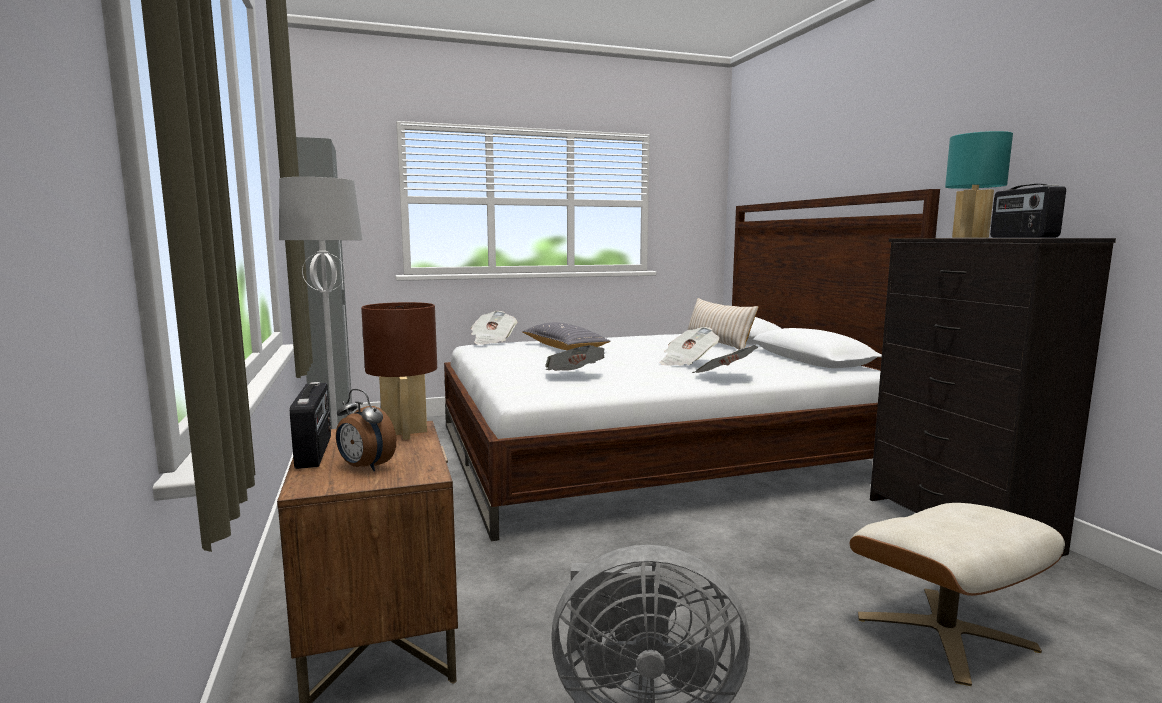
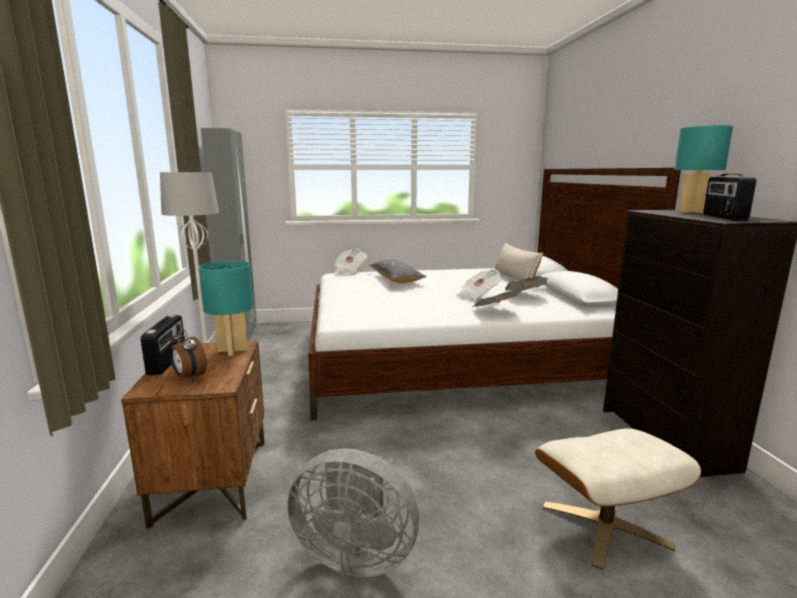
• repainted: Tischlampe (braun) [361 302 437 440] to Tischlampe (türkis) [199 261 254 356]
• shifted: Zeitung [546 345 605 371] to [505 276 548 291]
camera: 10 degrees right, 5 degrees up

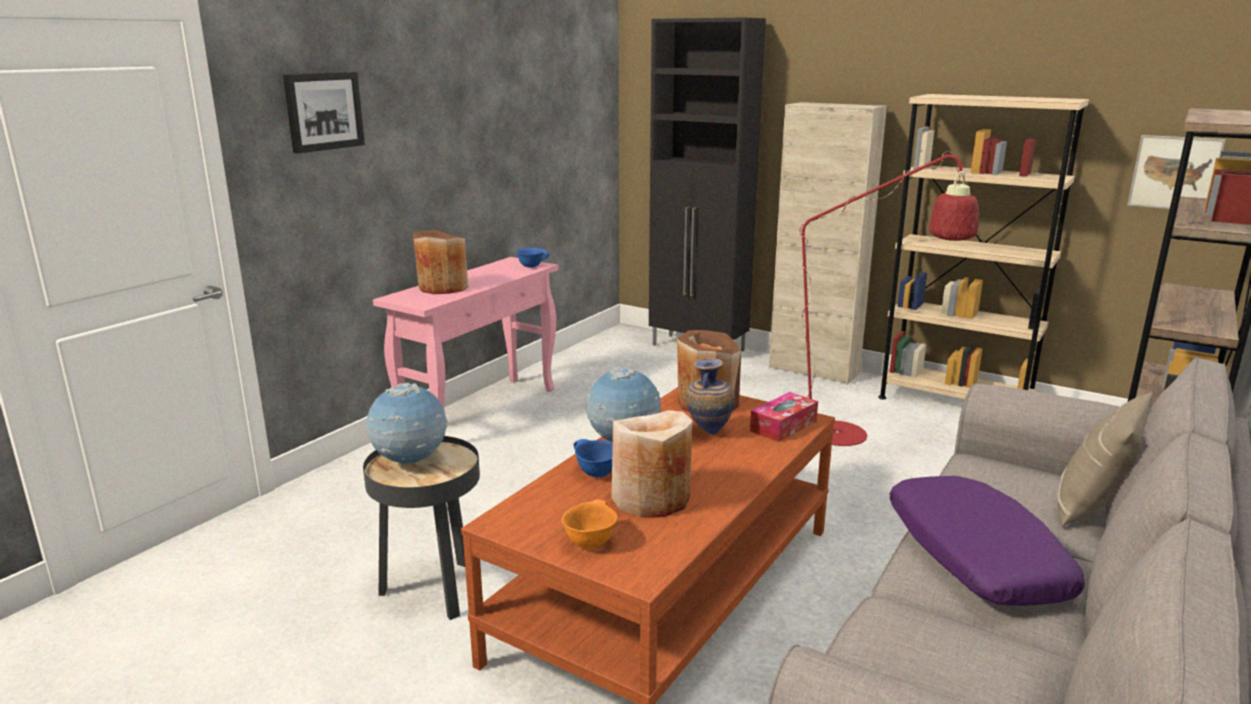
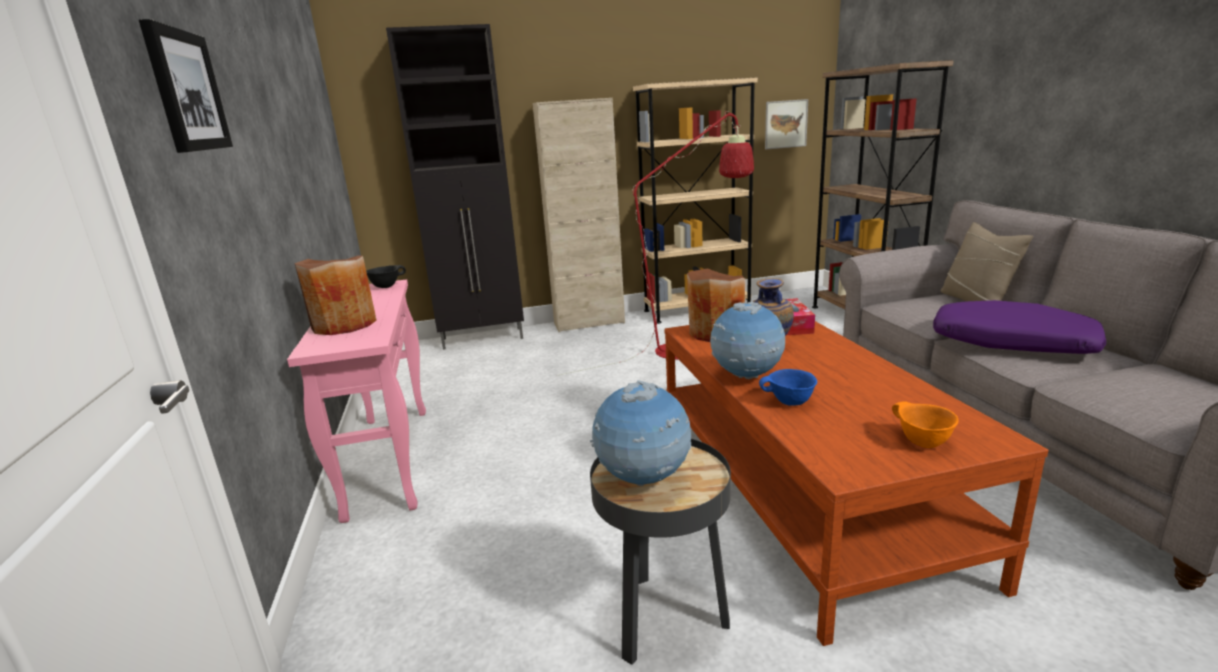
• repainted: Schüssel (blau) [516 248 550 268] to Schüssel (schwarz) [366 265 406 288]
• gone: Vase (beige) [611 410 693 517]
camera: 45 degrees left, 0 degrees up

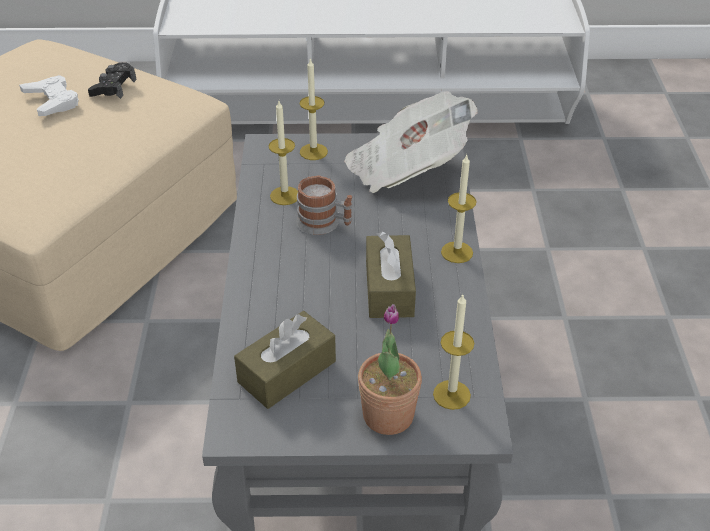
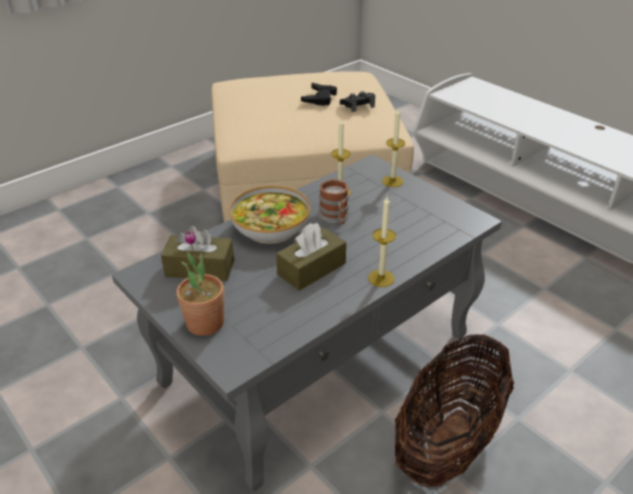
• repainted: Gamepad (weiß) [19 75 79 116] to Gamepad (schwarz) [301 83 337 106]
• gone: Zeitung [344 91 478 193]
• gone: Kerze [433 295 474 410]
• new: Schüssel [230 186 310 244]
• new: Korb [395 334 514 487]
camera: 50 degrees right, 5 degrees down

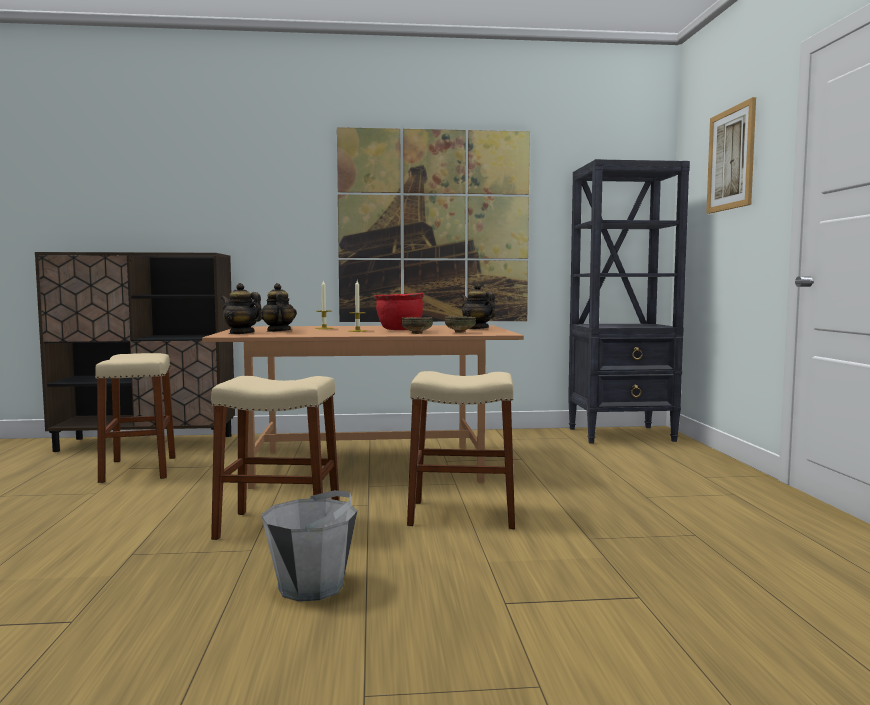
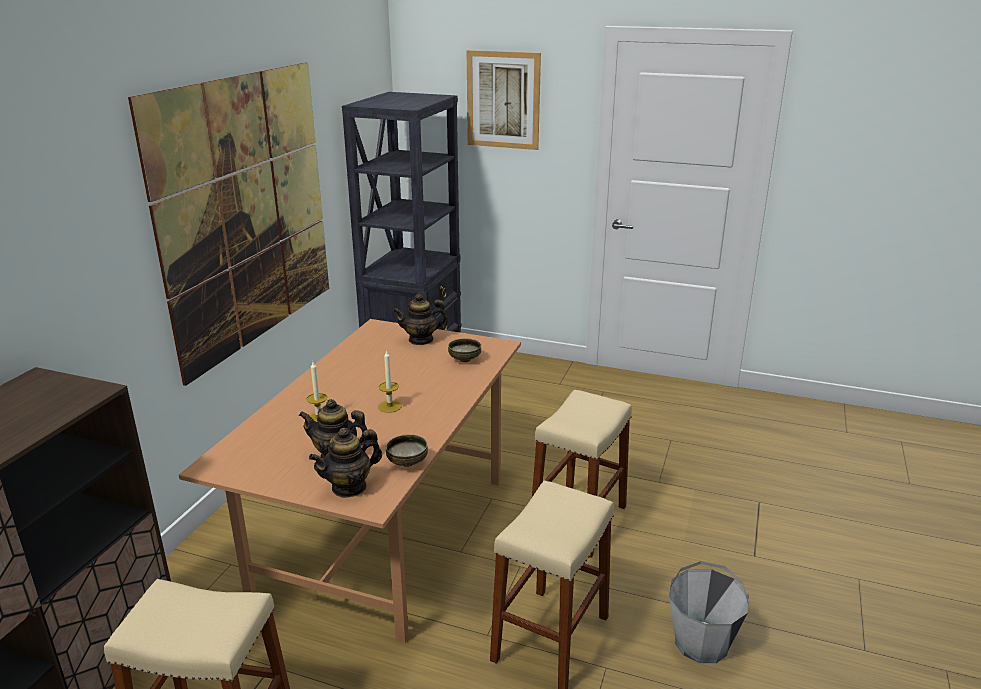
• gone: Kochtopf (rot) [374 293 424 330]
• shifted: Schüssel [401 317 433 334] to [386 434 428 467]
camera: 65 degrees left, 20 degrees up

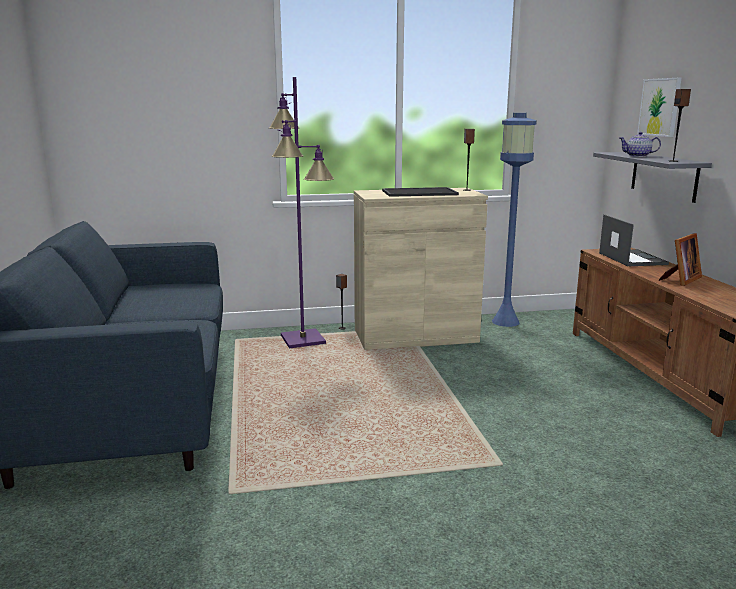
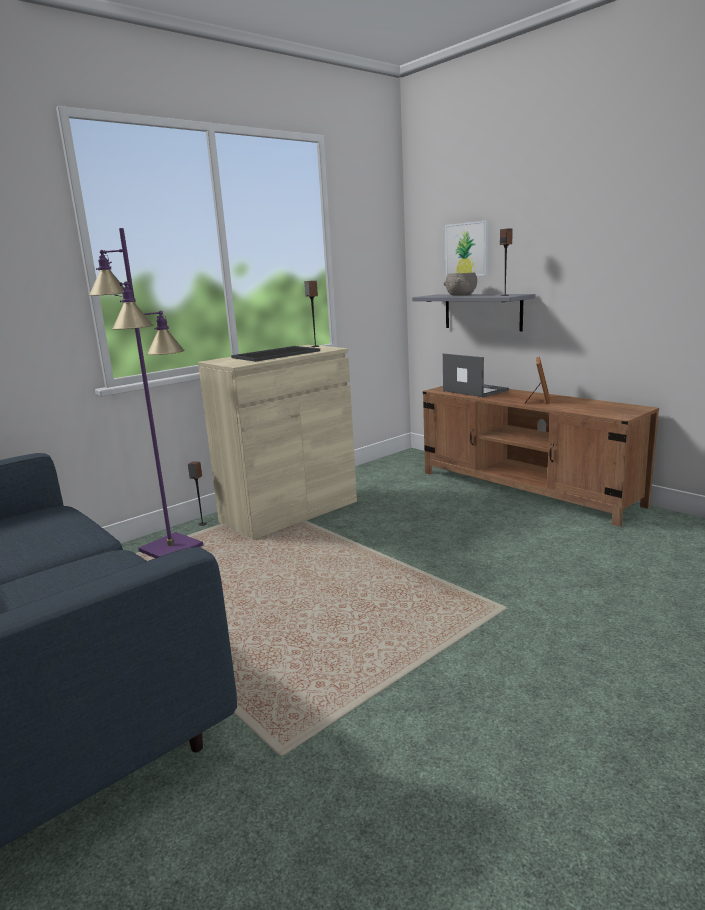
• gone: Stehlampe (blau) [492 113 537 327]
• swapped: Teekanne [620 132 661 157] to Schüssel (grau) [444 272 477 296]
camera: 30 degrees left, 0 degrees up

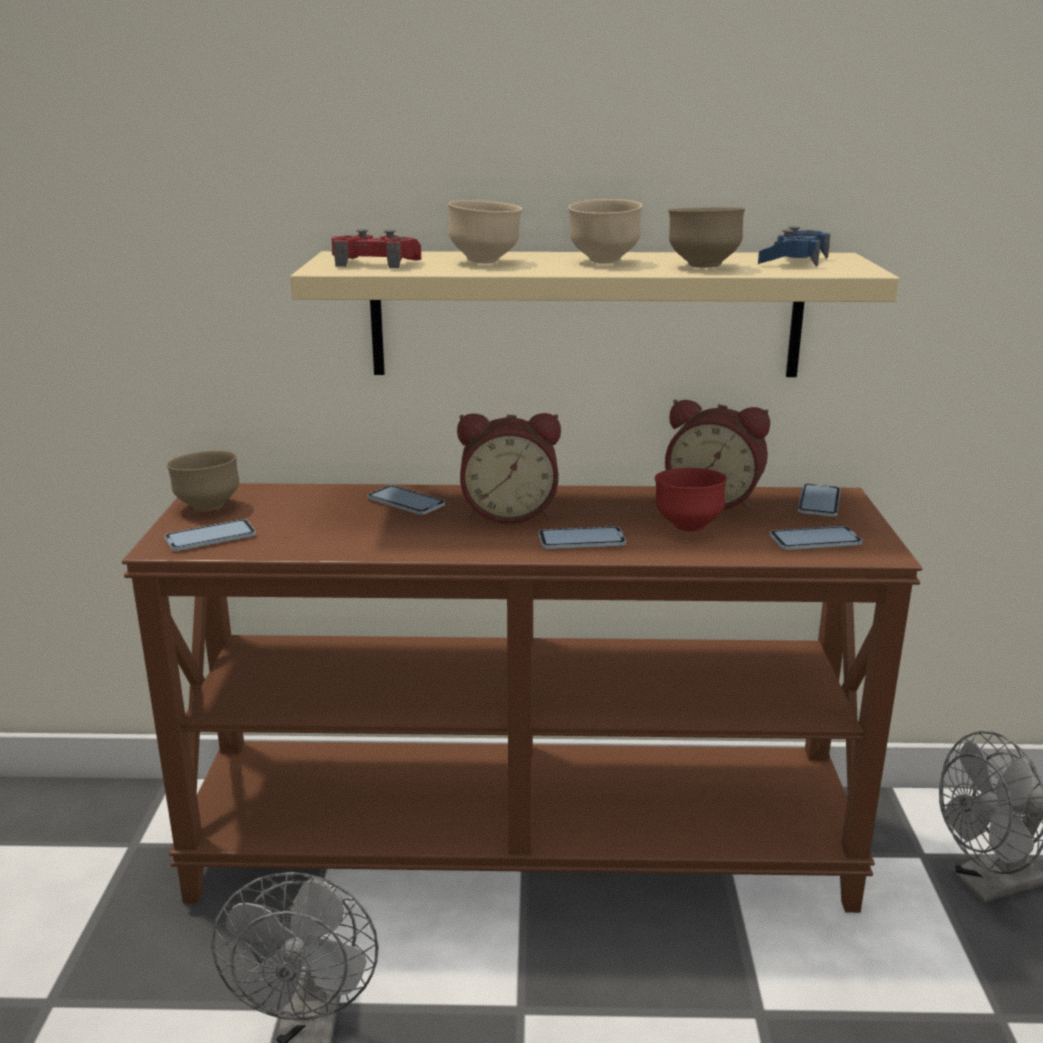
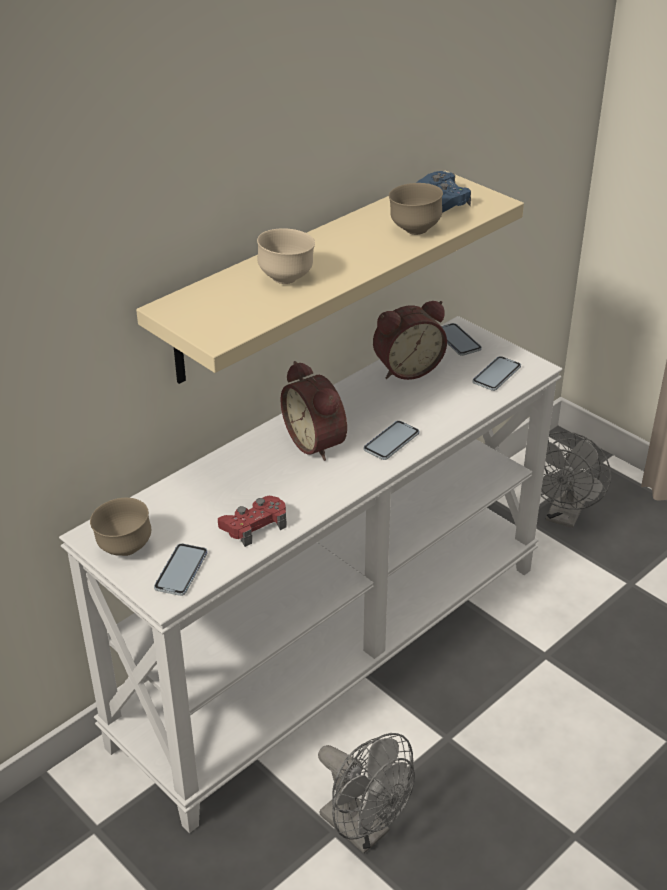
• gone: Schüssel (beige) [568 199 642 263]
• shifted: Gamepad (rot) [331 229 421 268] to [218 496 287 547]
• rotated: Wecker [457 413 561 524] = [281 361 347 461] 105 degrees clockwise
• gone: Schüssel (rot) [655 468 727 531]
• repainted: Konsolentisch (braun) [122 483 922 913] to Konsolentisch (weiß) [59 316 563 833]
• gone: Handy [367 485 445 515]
camera: 45 degrees left, 15 degrees up

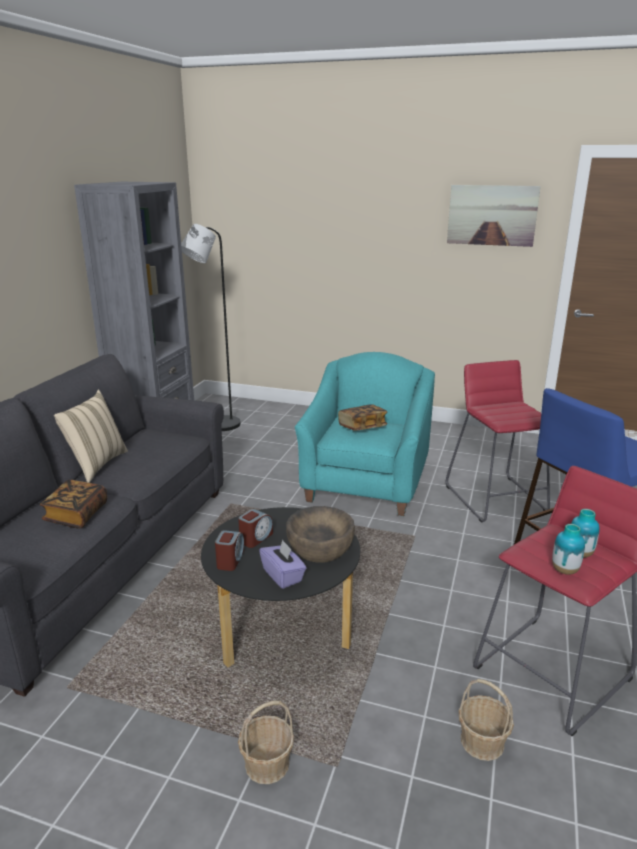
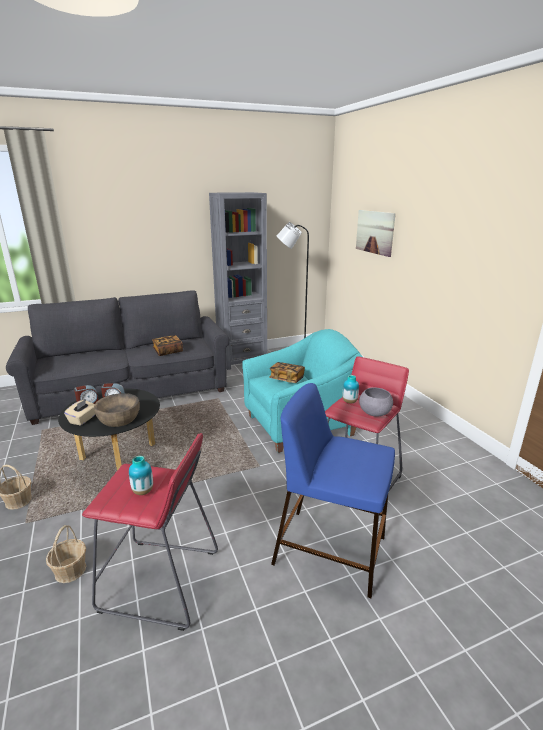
• shifted: Bild [447 185 541 247] to [356 210 396 257]
• gone: Kissen (beige) [54 389 128 483]
• shifted: Buch [40 480 107 528] to [152 335 183 356]
• shifted: Vase [552 524 585 575] to [343 375 359 404]
• repainted: Taschentuchbox (lila) [259 540 307 589] to Taschentuchbox (beige) [64 399 95 426]
• new: Schüssel (grau) [359 388 393 417]
camera: 50 degrees right, 0 degrees up

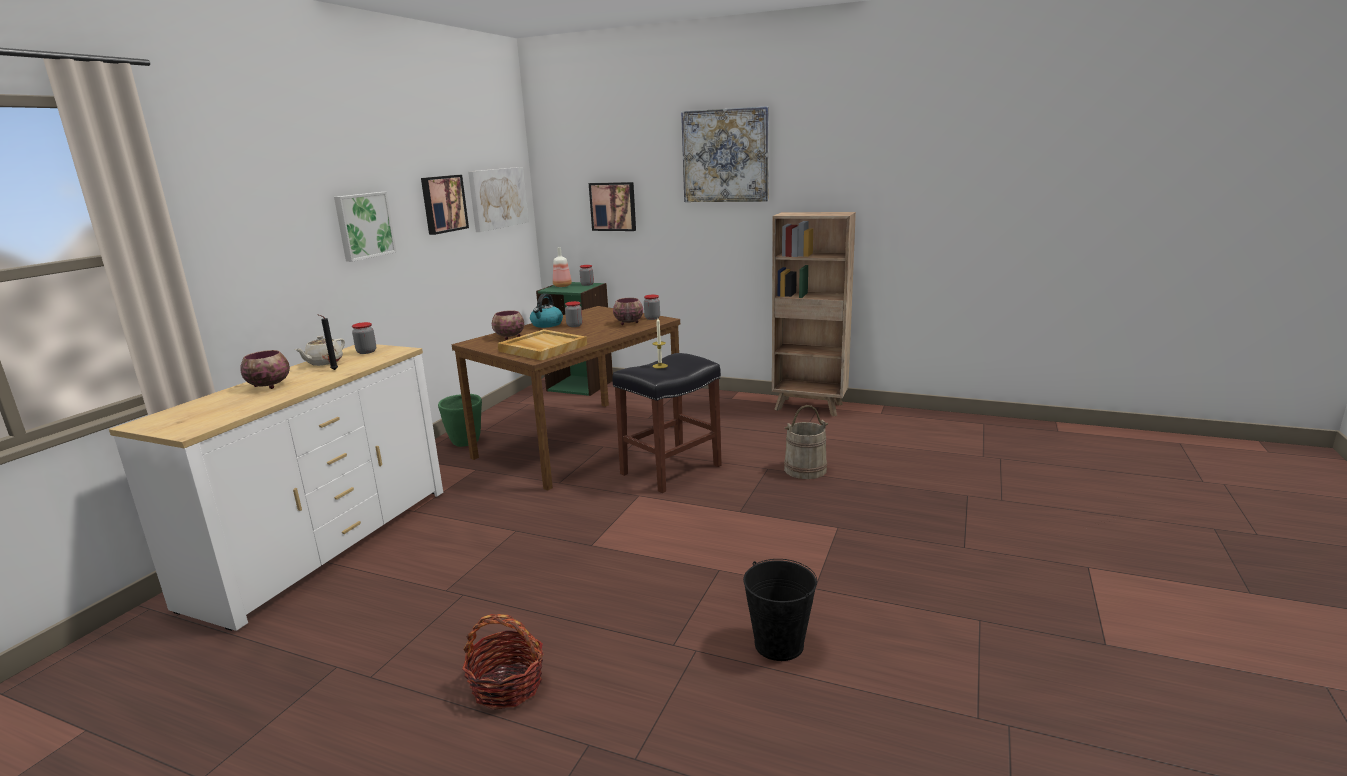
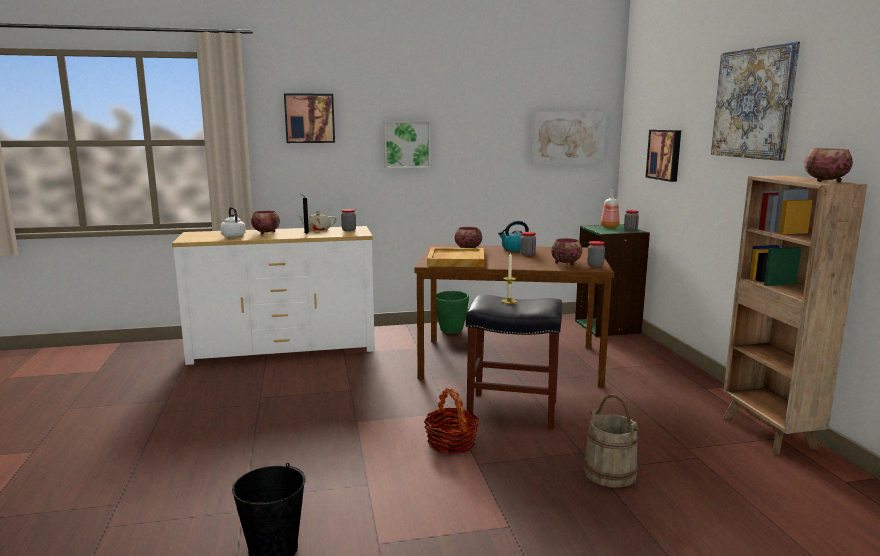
• shifted: Bild [421 175 469 235] to [284 93 335 143]
• shifted: Korb [462 614 544 710] to [424 388 479 454]
• new: Schüssel [804 148 853 182]
• new: Wasserkessel (weiß) [220 207 246 238]
camera: 55 degrees right, 5 degrees down

